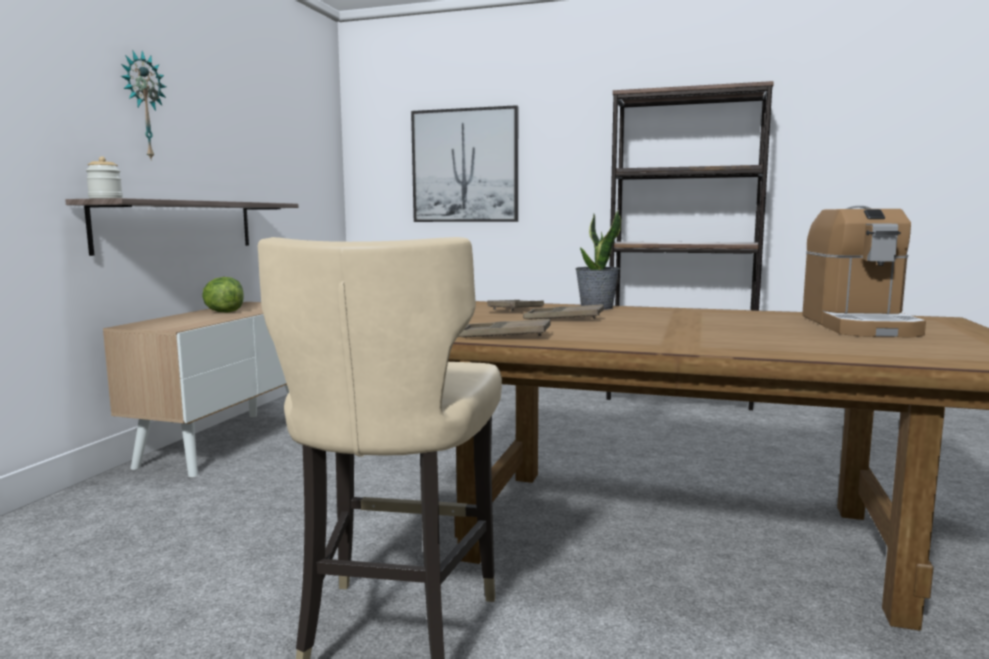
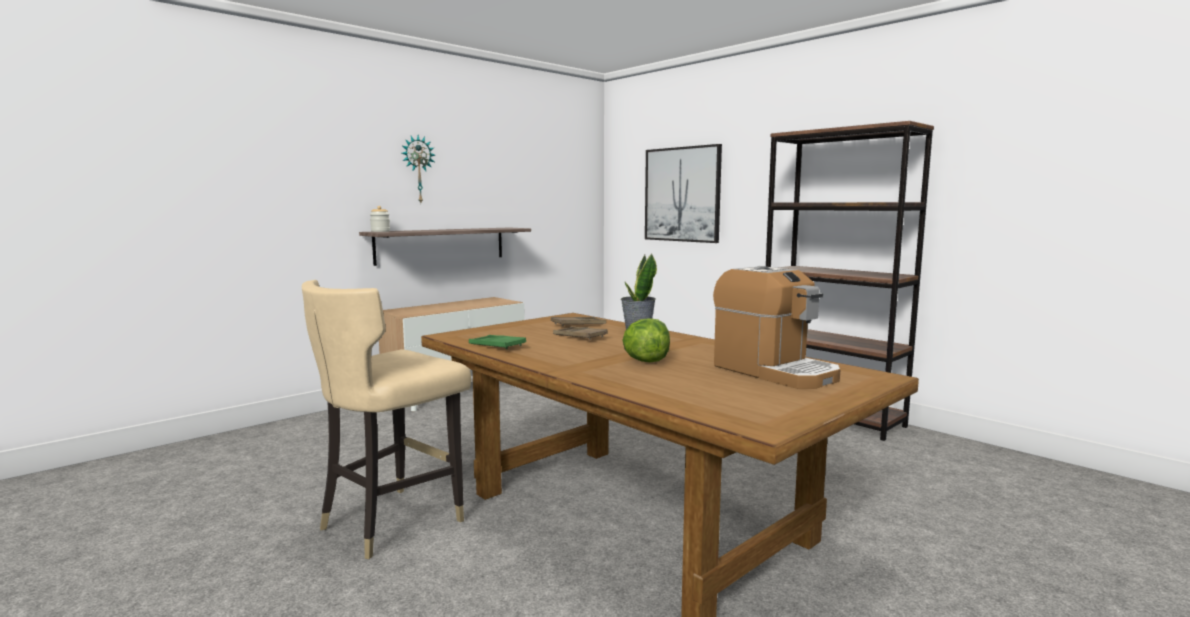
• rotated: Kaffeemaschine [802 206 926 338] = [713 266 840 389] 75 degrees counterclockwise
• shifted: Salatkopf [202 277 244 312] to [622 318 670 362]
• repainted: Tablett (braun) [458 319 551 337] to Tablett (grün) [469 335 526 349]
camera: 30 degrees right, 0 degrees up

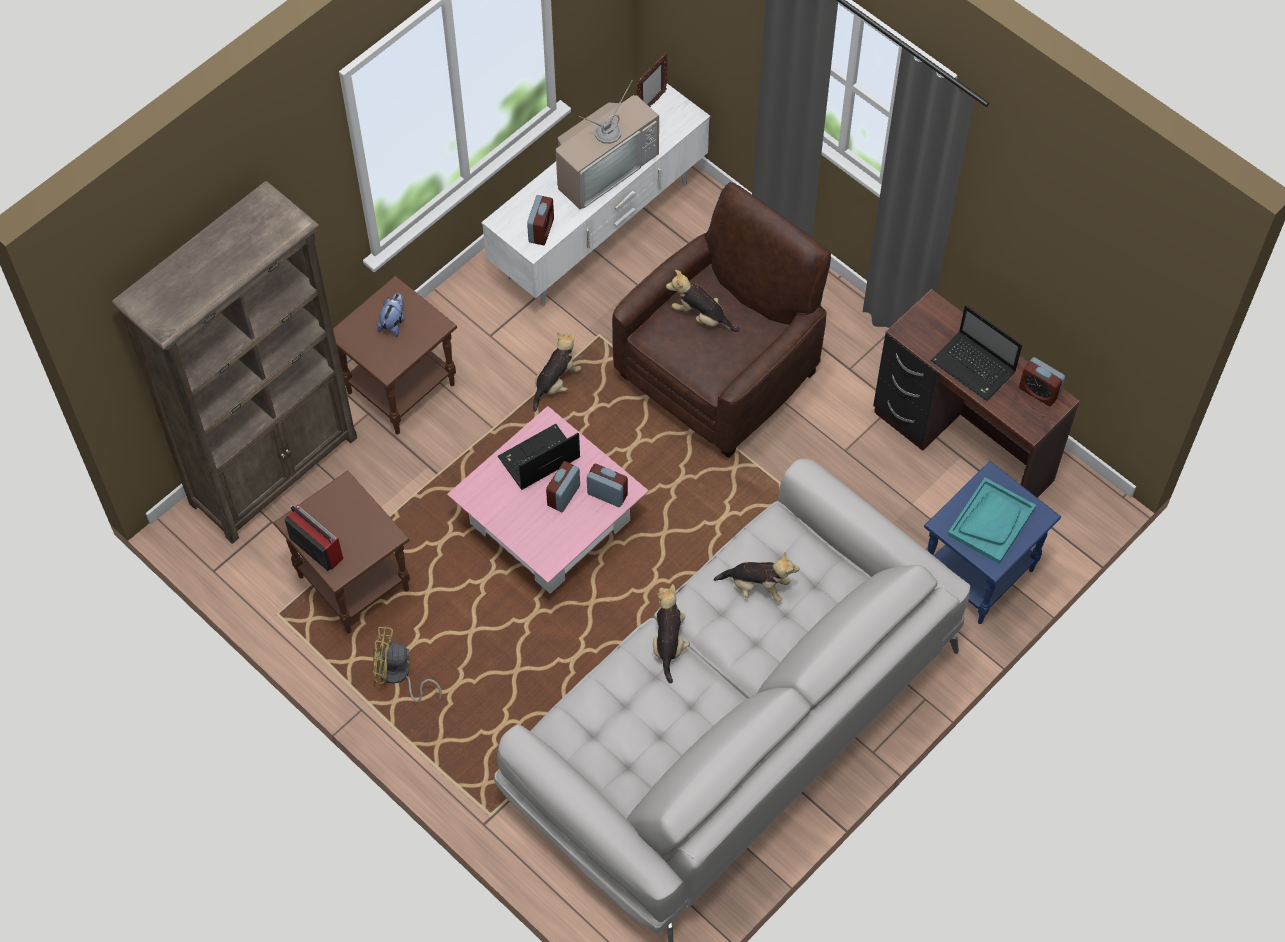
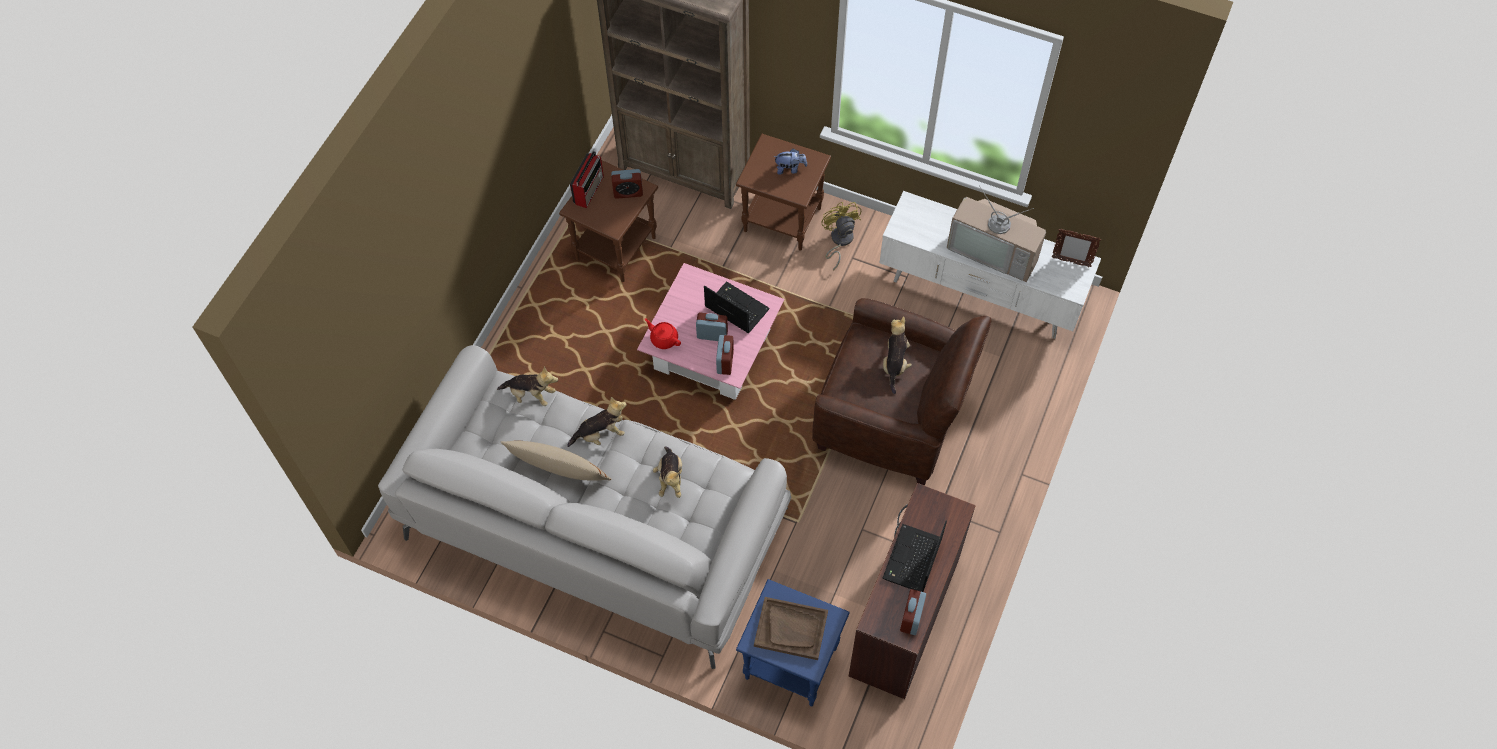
• shifted: Wecker [527 195 554 245] to [611 169 643 199]
• shifted: Plüschtier [533 332 581 412] to [497 366 558 406]
• repainted: Tablett (türkis) [948 477 1036 564] to Tablett (braun) [754 597 828 660]
• shifted: Ventilator (gelb) [373 626 442 702] to [821 202 861 270]
• new: Teekanne (rot) [645 318 681 349]
• new: Kissen (beige) [501 440 611 481]
camera: 70 degrees right, 0 degrees up

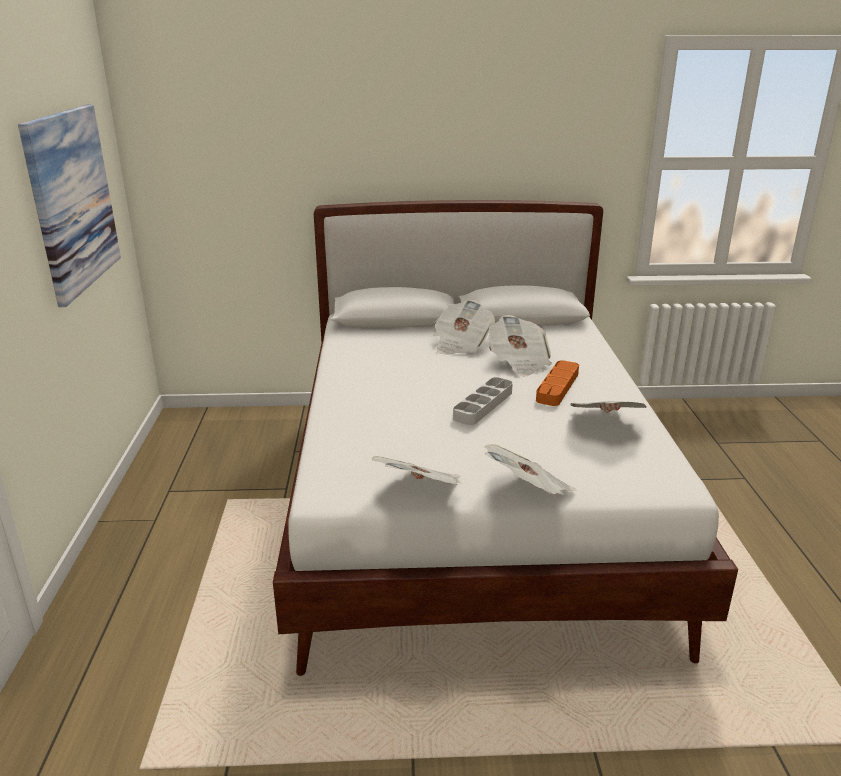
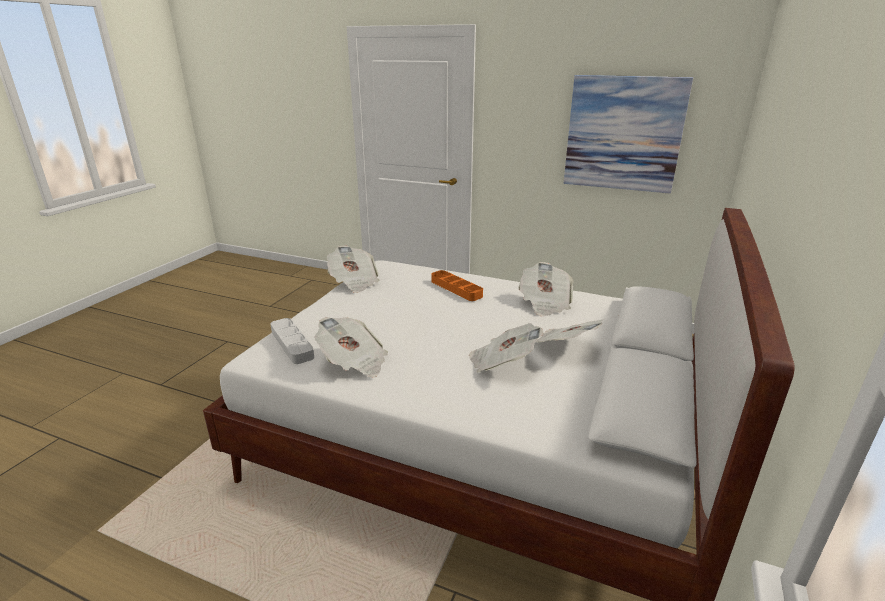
• shifted: Tablett (orange) [536 360 579 406] to [431 270 483 301]
• shifted: Tablett (grau) [453 377 513 425] to [271 318 314 364]
• shifted: Zeitung [484 444 576 495] to [518 262 573 316]
camera: 115 degrees right, 0 degrees up

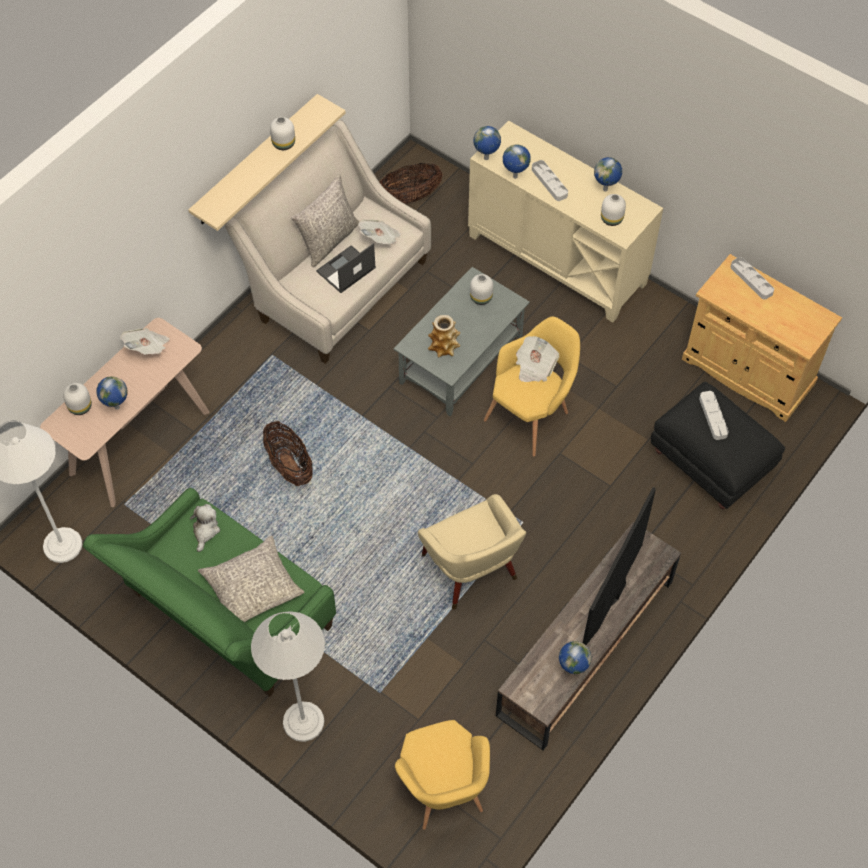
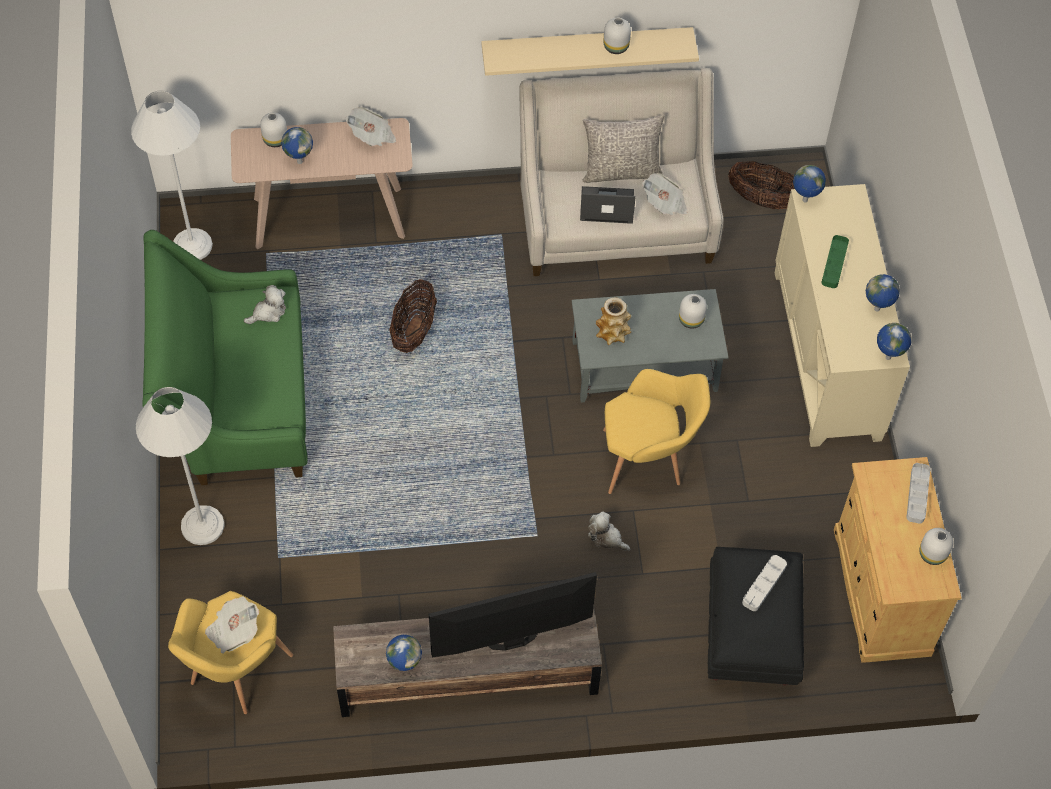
• shifted: Globus [503 144 531 179] to [877 323 912 360]
• repainted: Tablett (grau) [532 160 568 201] to Tablett (grün) [821 235 849 288]
• shifted: Vase (weiß) [601 194 626 226] to [919 528 953 565]
• shifted: Zeitung [516 336 559 382] to [205 596 259 654]
• gone: Sessel (beige) [418 494 526 610]
• gone: Kissen (grau) [198 536 305 622]
• new: Plüschtier [588 511 630 551]
camera: 45 degrees right, 0 degrees up

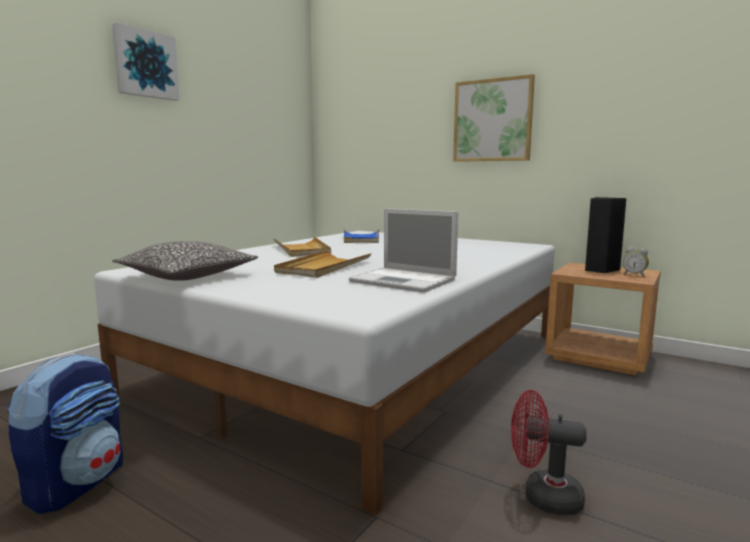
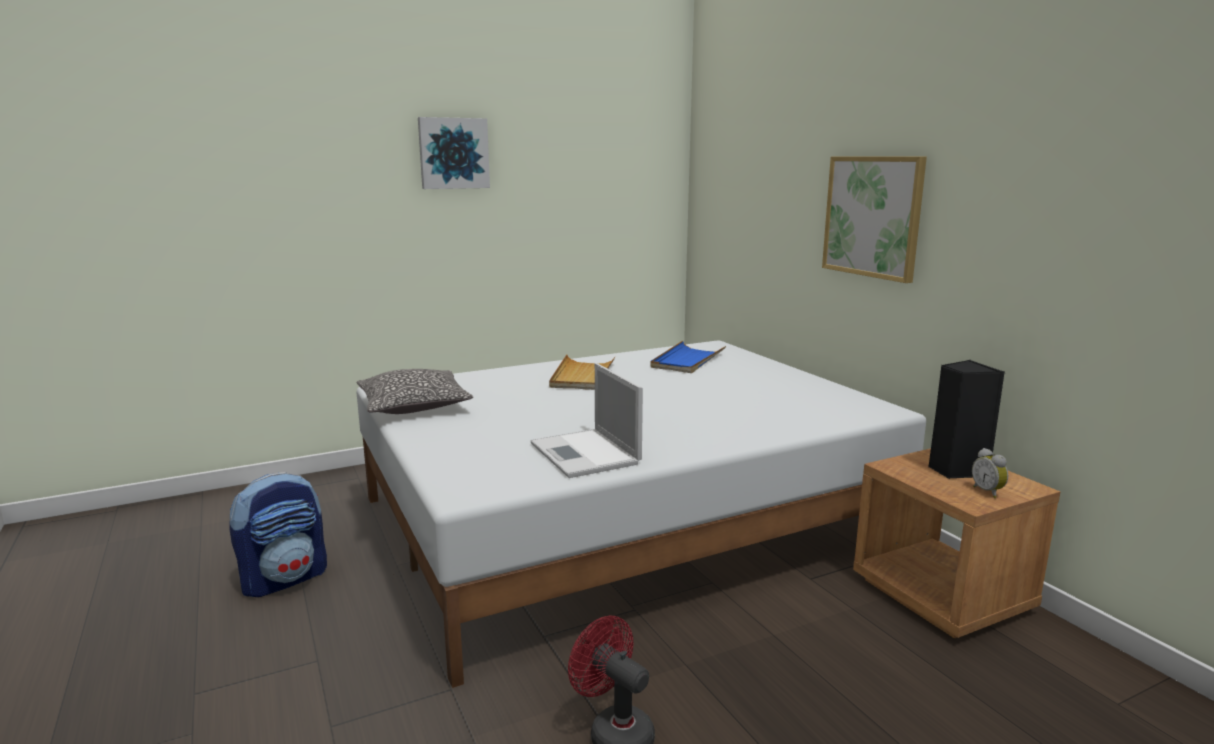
• gone: Tablett (beige) [274 250 371 278]
camera: 30 degrees right, 5 degrees up

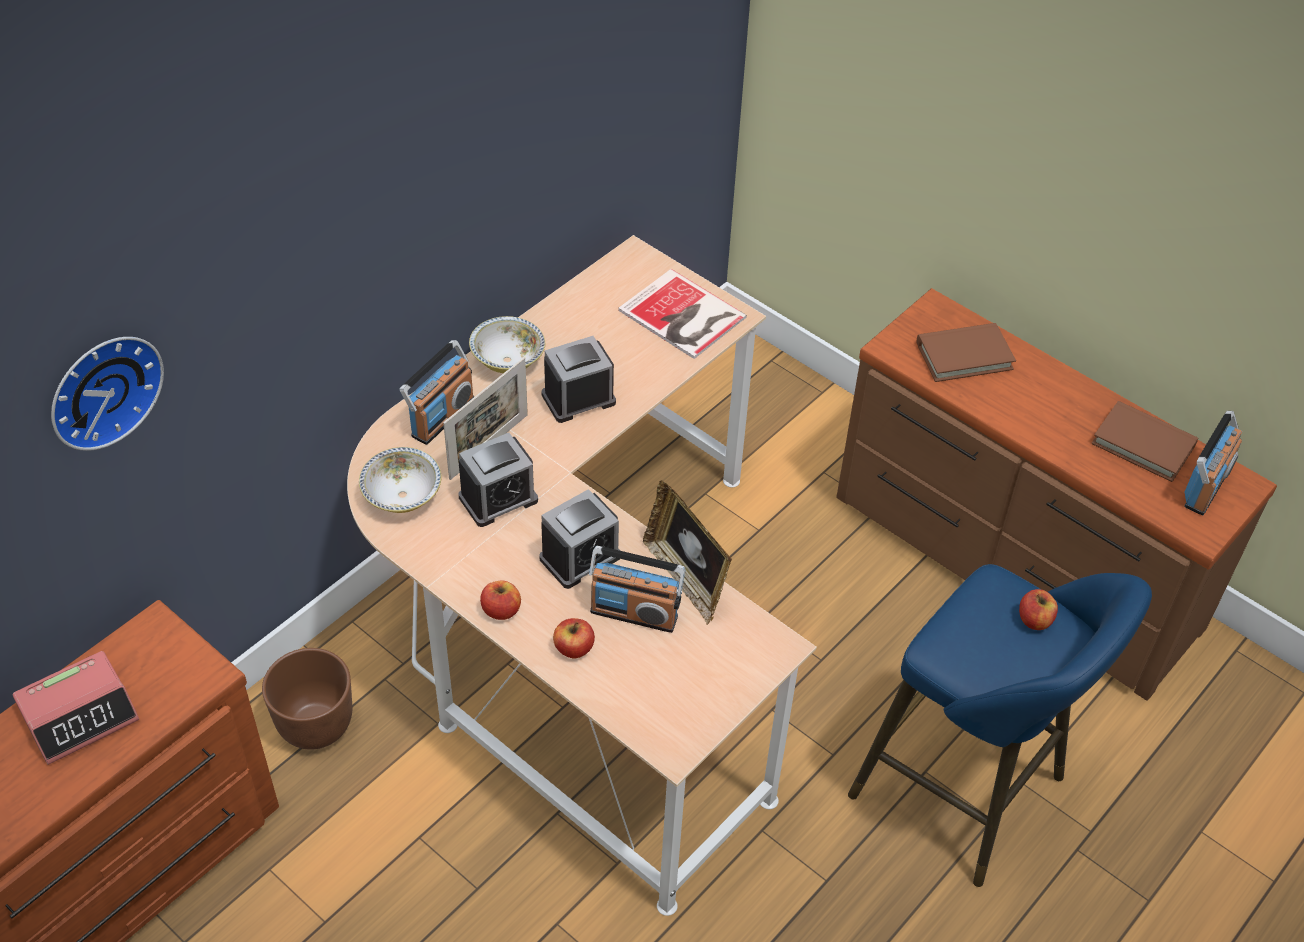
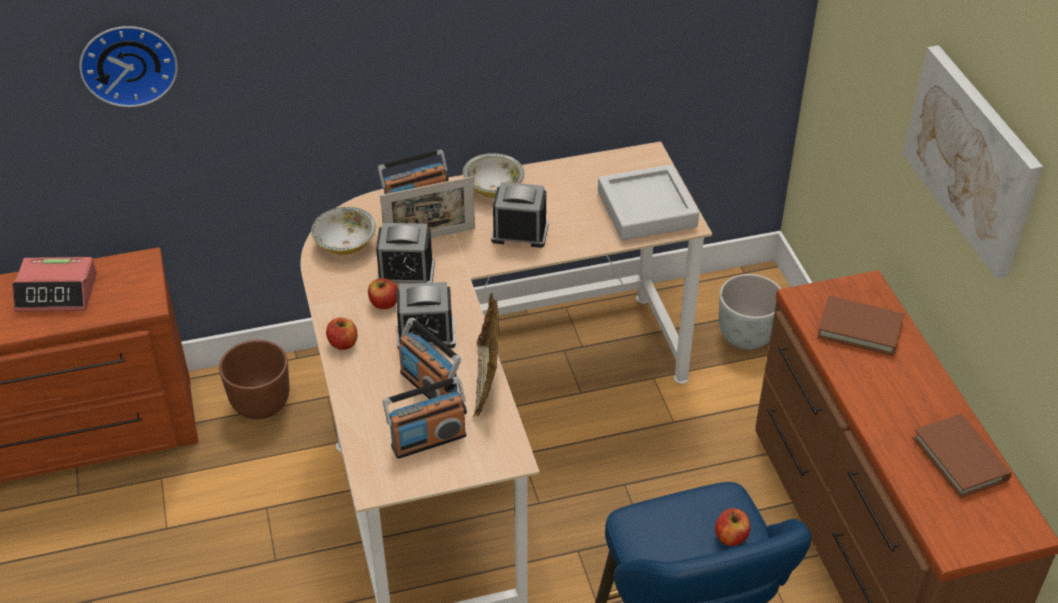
• swapped: Buch [618 269 747 359] to Tablett (grau) [598 164 699 241]
• shifted: Radio [1184 411 1242 515] to [383 377 467 459]
• shifted: Apfel [553 618 595 658] to [368 278 398 309]
• new: Bild [903 45 1043 279]
• new: Pflanzkübel (grau) [719 274 781 350]
camera: 35 degrees right, 5 degrees down

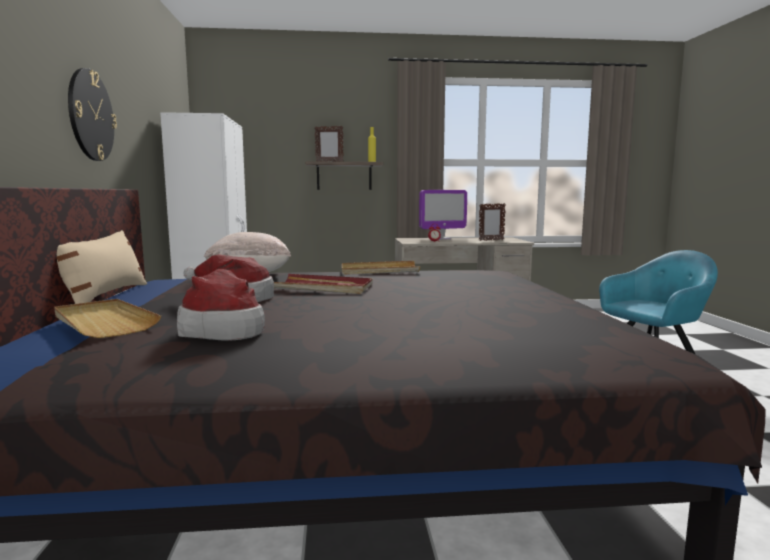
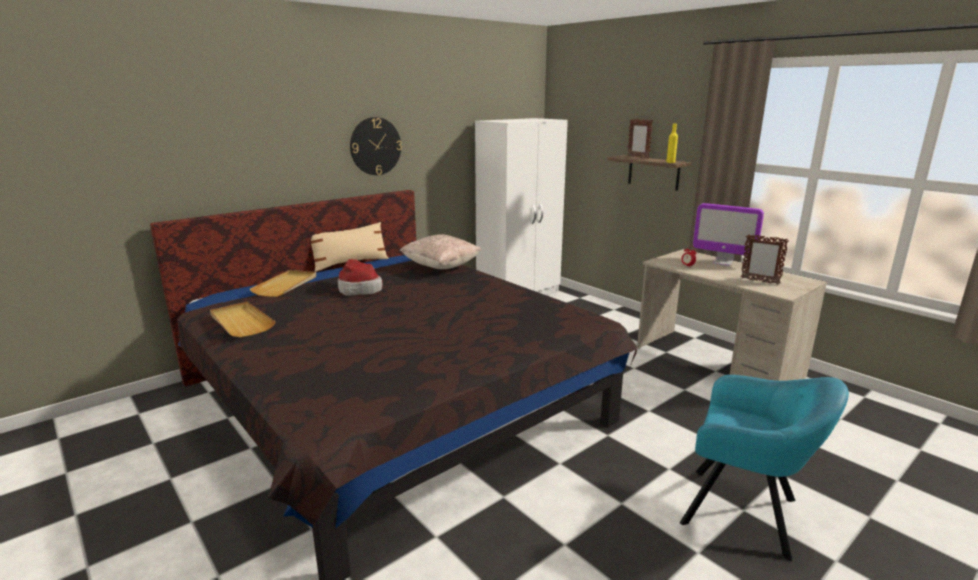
• shifted: Tablett (beige) [342 261 420 275] to [210 302 276 337]
• gone: Hut [177 269 265 341]
• gone: Tablett (rot) [274 274 373 294]
camera: 55 degrees right, 10 degrees up

